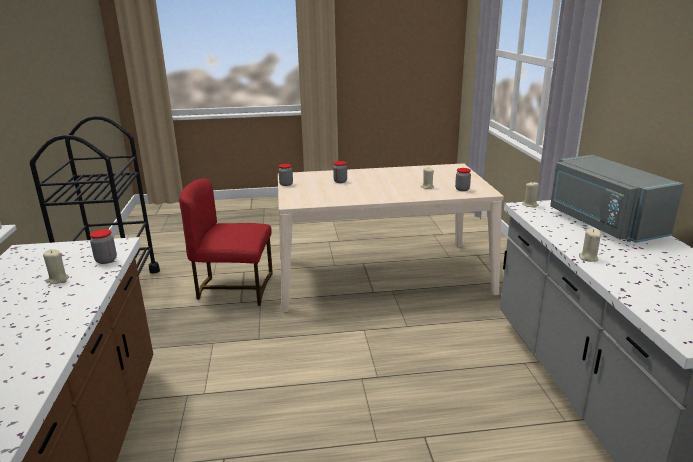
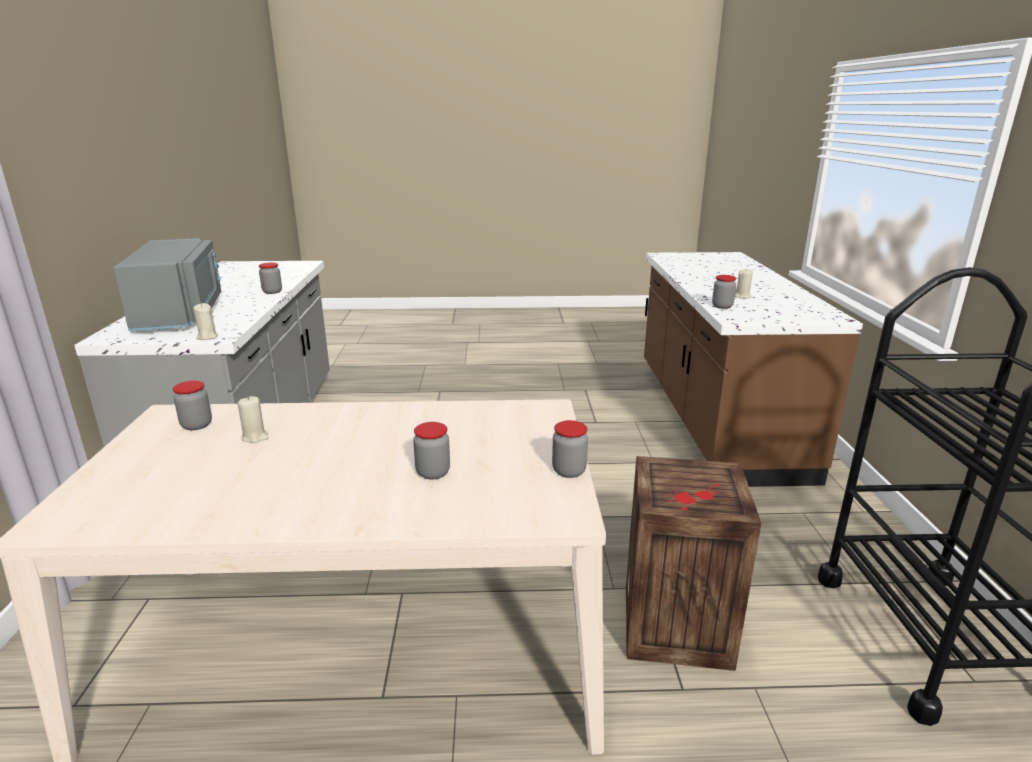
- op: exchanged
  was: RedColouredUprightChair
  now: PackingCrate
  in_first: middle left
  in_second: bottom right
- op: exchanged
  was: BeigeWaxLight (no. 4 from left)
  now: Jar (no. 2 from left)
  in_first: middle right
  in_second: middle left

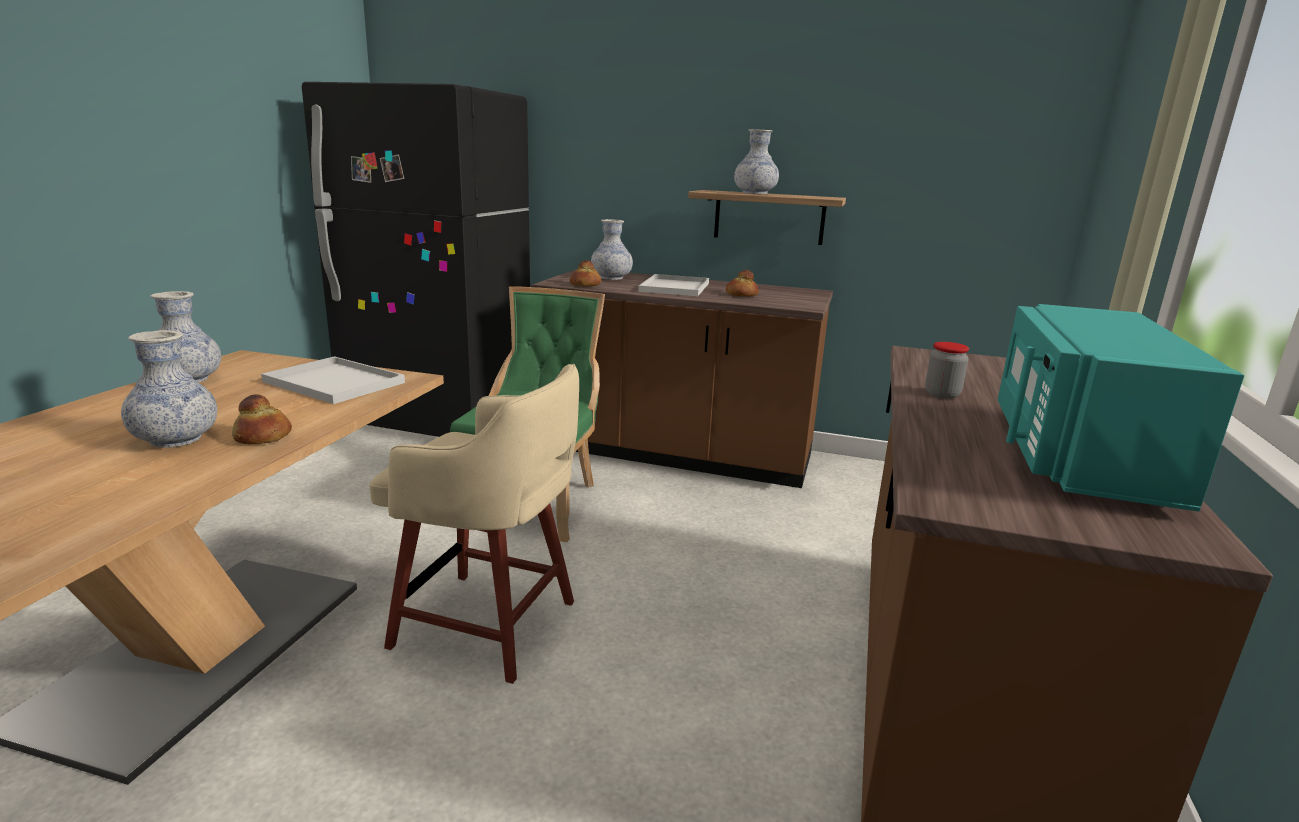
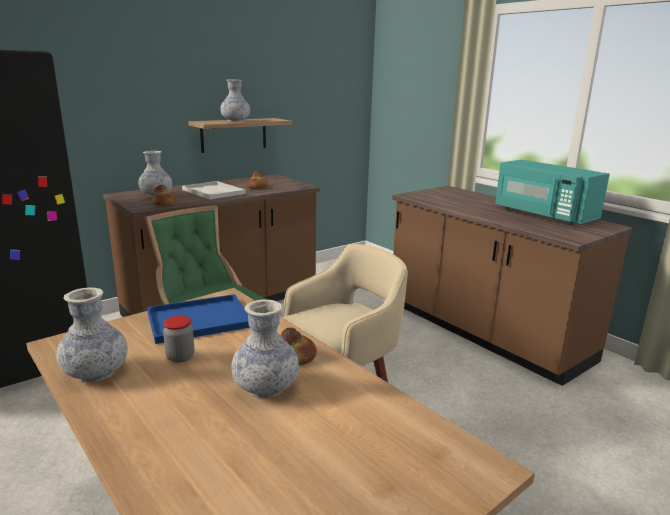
- op: relocated
  was: Jar
  in_first: middle right
  in_second: middle left
- op: colour
  was: WhiteServingTray (no. 1 from left)
  now: BlueServingTray
  in_first: middle left
  in_second: middle left

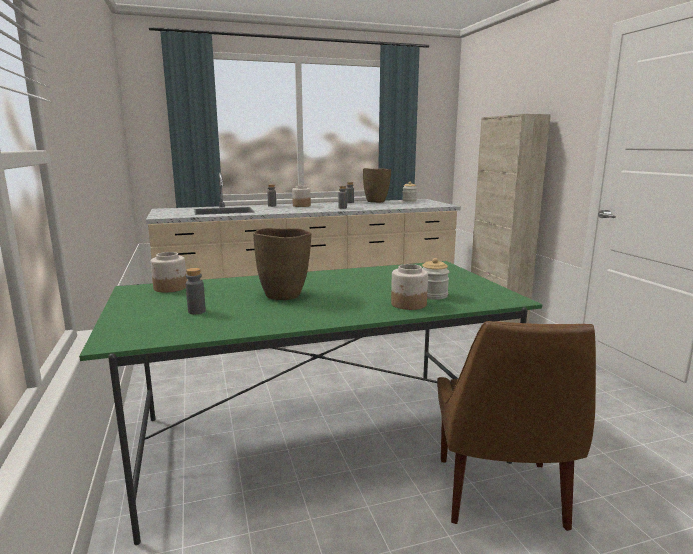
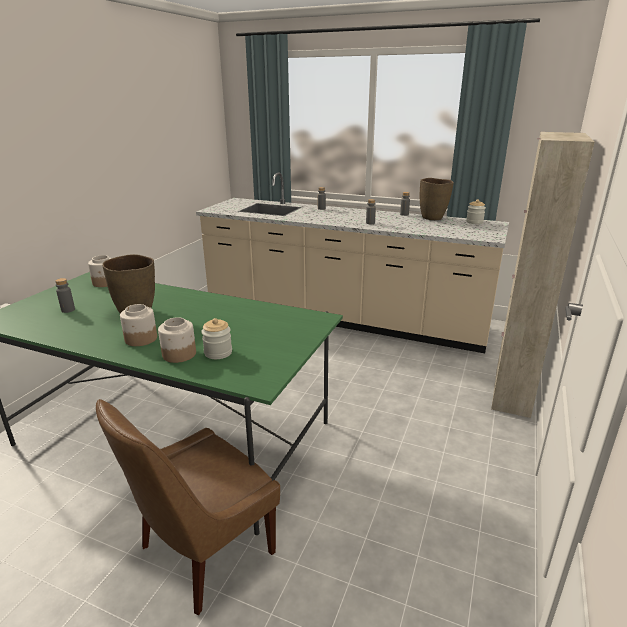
- op: relocated
  was: Jar (no. 2 from left)
  in_first: centre
  in_second: middle left

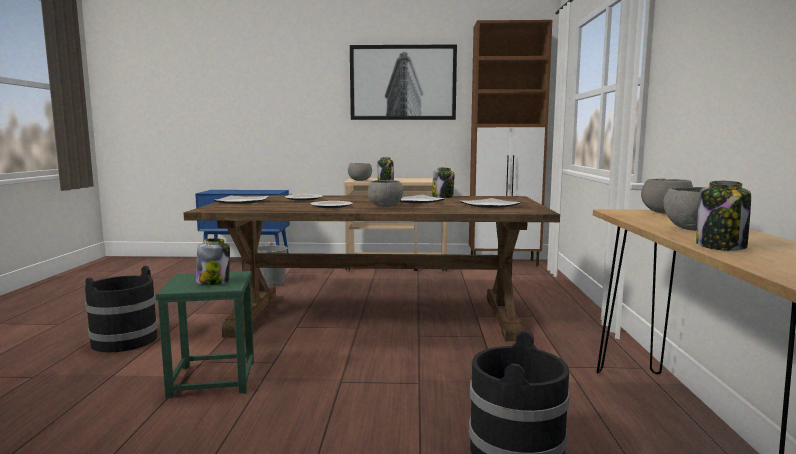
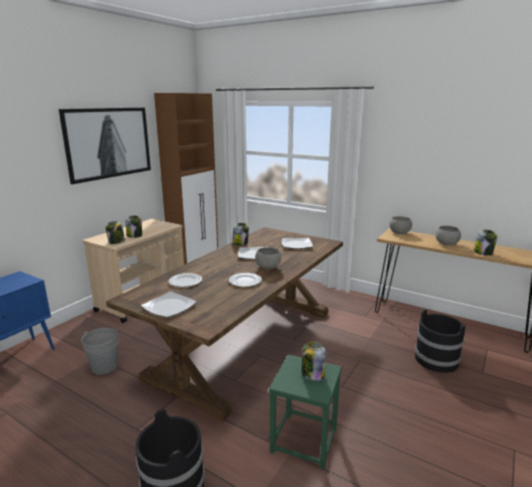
- op: exchanged
  was: GreyishDeepDish (no. 1 from left)
  now: Jar (no. 1 from left)
  in_first: centre
  in_second: middle left

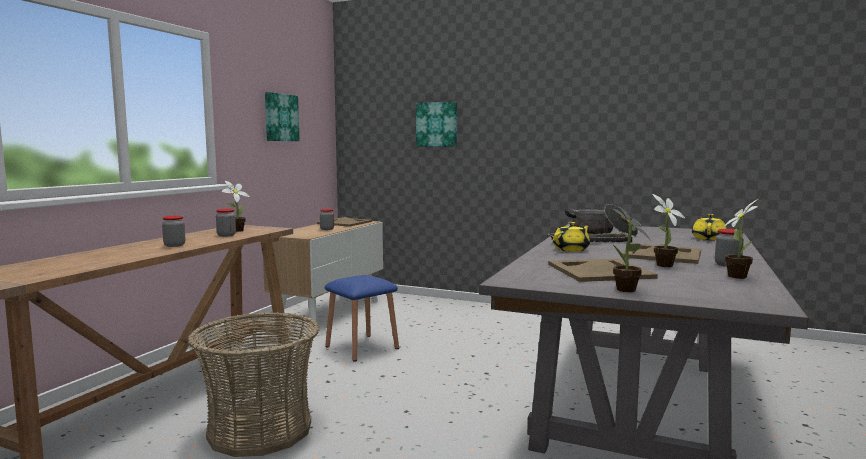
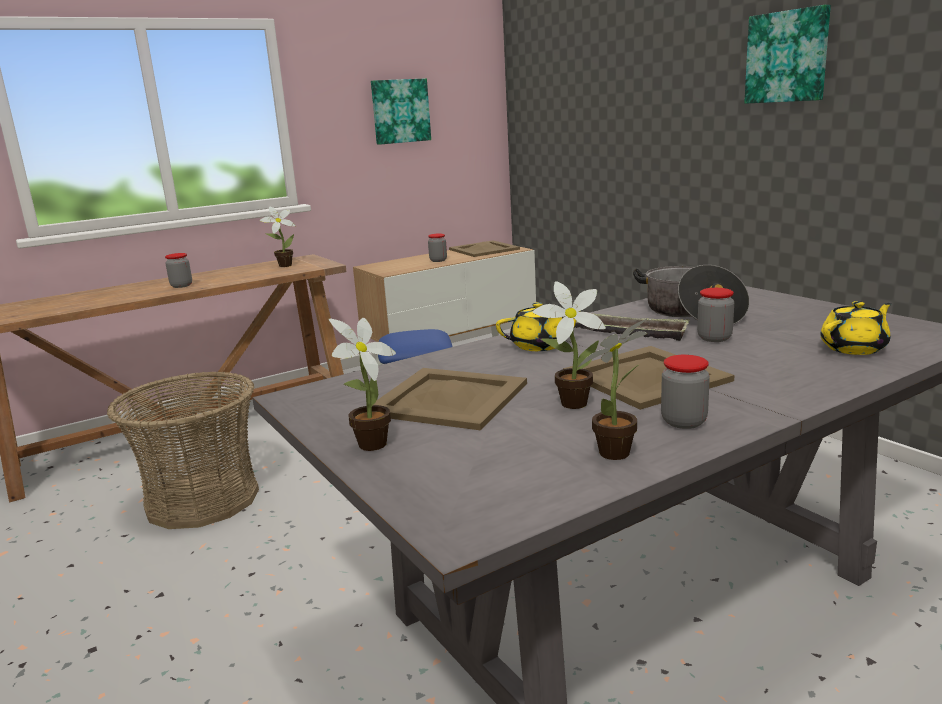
- op: relocated
  was: Jar (no. 2 from left in the first image)
  now: Jar (no. 4 from left)
  in_first: middle left
  in_second: middle right
- op: relocated
  was: Picture (no. 2 from left)
  in_first: top centre
  in_second: top right

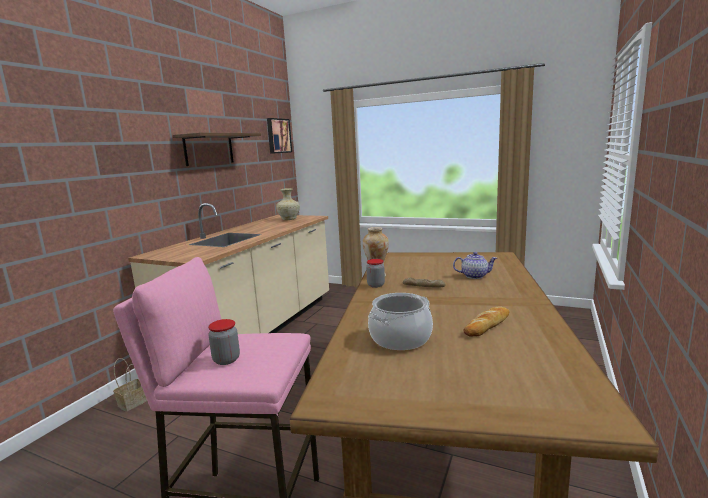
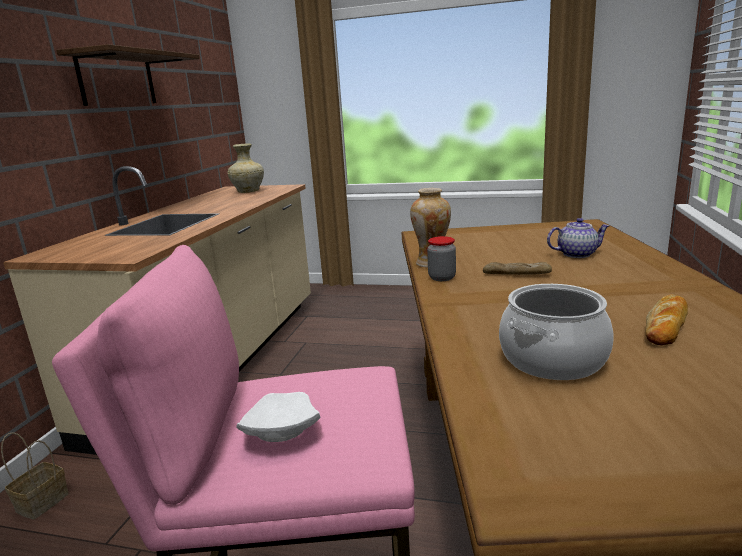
- op: missing
  was: Picture
  in_first: top centre
- op: exchanged
  was: Jar (no. 1 from left)
  now: WhiteFlatDish
  in_first: bottom left
  in_second: bottom centre

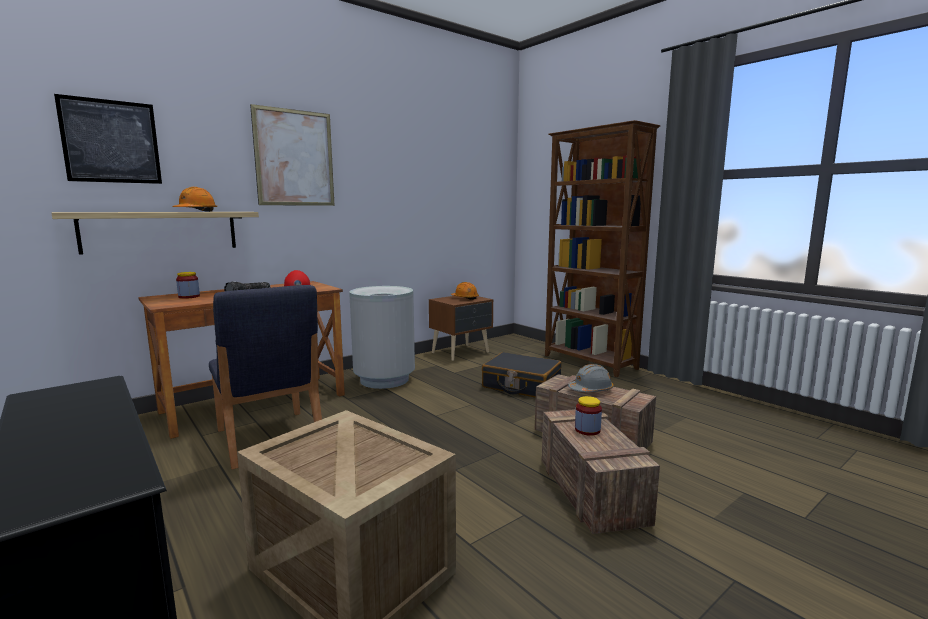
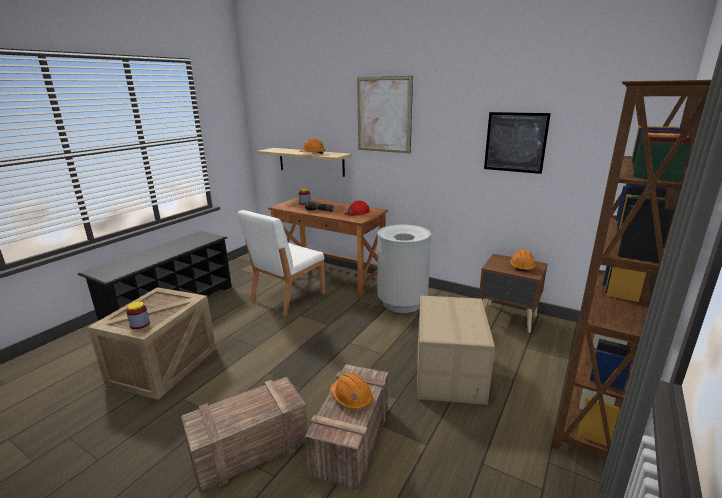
- op: relocated
  was: Picture (no. 1 from left in the first image)
  now: Picture (no. 2 from left)
  in_first: top left
  in_second: top right
- op: relocated
  was: Jar (no. 2 from left in the first image)
  now: Jar (no. 1 from left)
  in_first: bottom centre
  in_second: middle left
- op: exchanged
  was: BlackColouredPieceOfLuggage
  now: CardboardBox
  in_first: centre
  in_second: bottom centre
- op: colour
  was: BlueUprightChair
  now: WhiteUprightChair
  in_first: middle left
  in_second: centre
- op: colour
  was: GreyishWorkHelmet
  now: OrangeyWorkHelmet (no. 2 from left)
  in_first: centre
  in_second: bottom centre

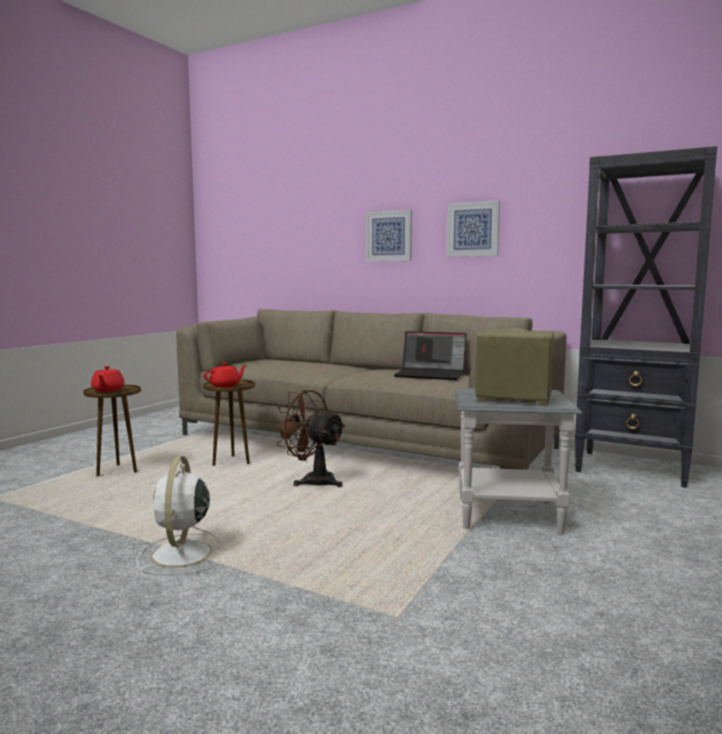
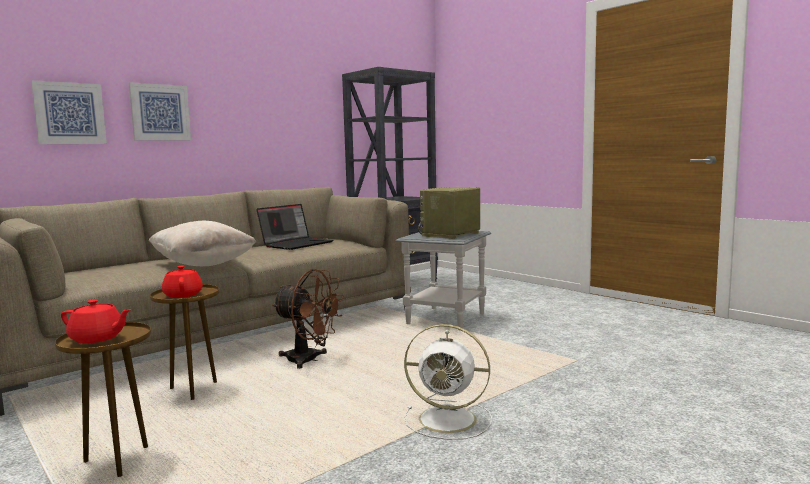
- op: appeared
  now: BeigeThrowPillow
  in_second: middle left
- op: relocated
  was: Picture (no. 2 from left in the first image)
  now: Picture (no. 1 from left)
  in_first: top centre
  in_second: top left
- op: spun
  was: BrownishElectricFan
  in_first: centre
  in_second: centre
  clockwise: -120

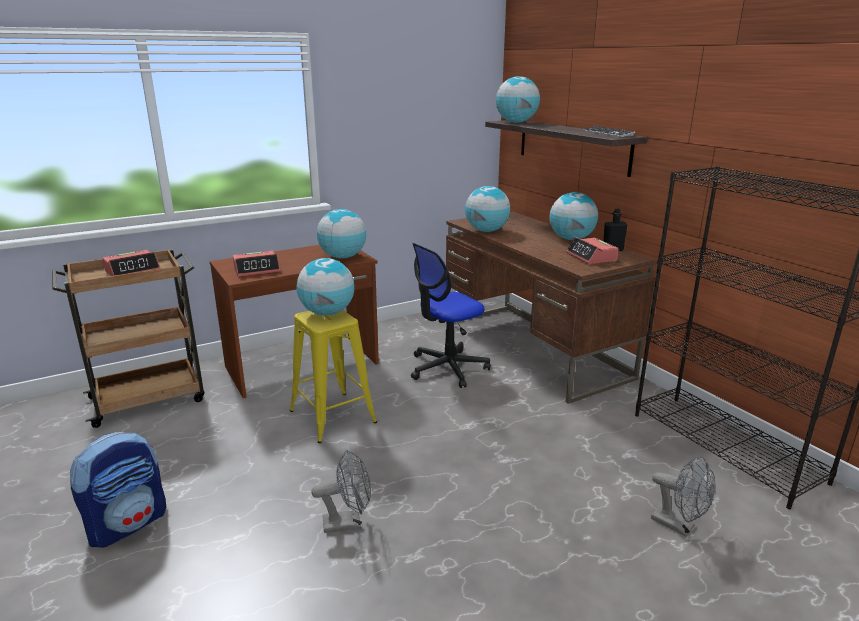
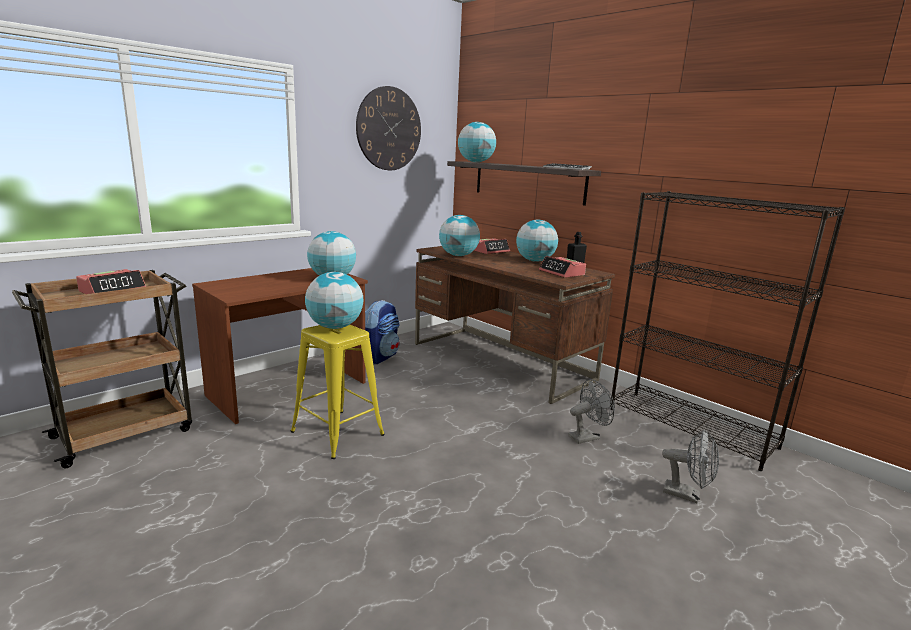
- op: missing
  was: OfficeChair
  in_first: centre
- op: appeared
  now: HangingClock
  in_second: top centre
- op: relocated
  was: Knapsack
  in_first: bottom left
  in_second: centre
- op: relocated
  was: TableClock (no. 2 from left)
  in_first: middle left
  in_second: centre
- op: relocated
  was: GreyishElectricFan (no. 1 from left)
  in_first: bottom centre
  in_second: centre

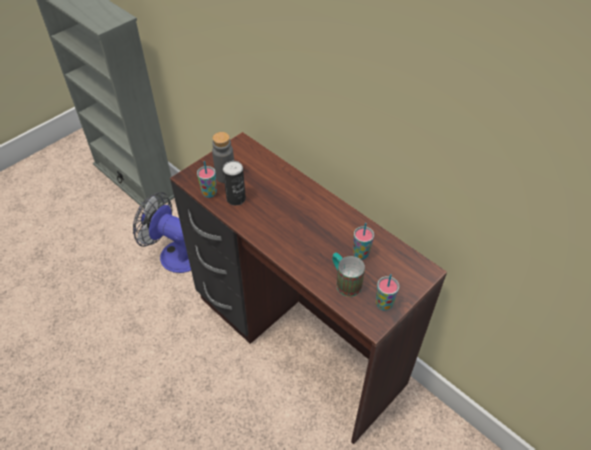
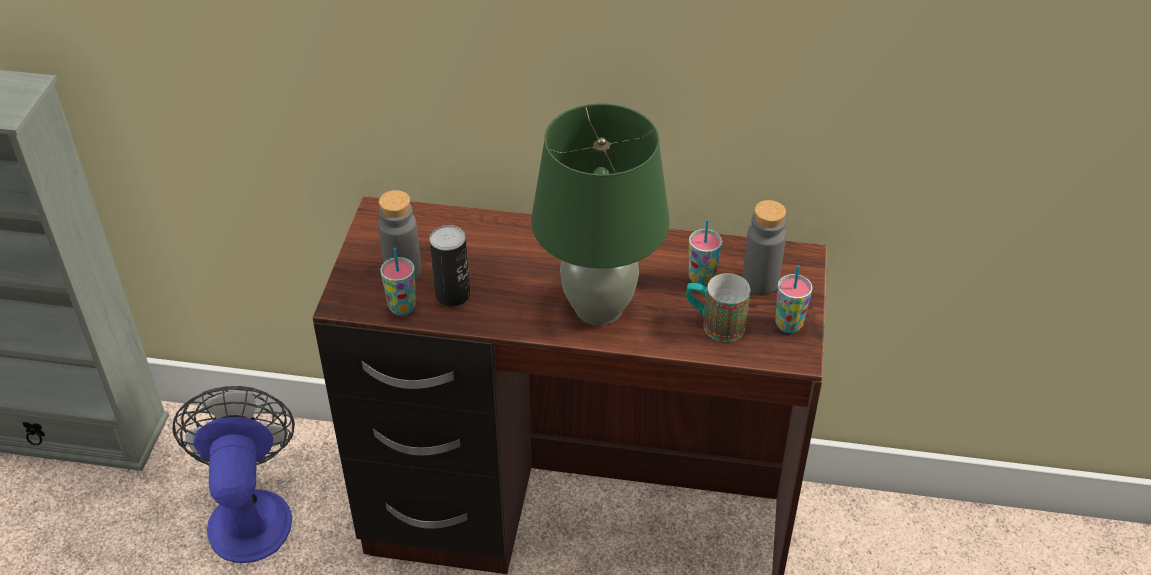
- op: appeared
  now: GreenTableLamp
  in_second: centre
- op: appeared
  now: GreyishBeverageBottle (no. 2 from left)
  in_second: centre
- op: spun
  was: ElectricFan
  in_first: middle left
  in_second: bottom left
  clockwise: 90

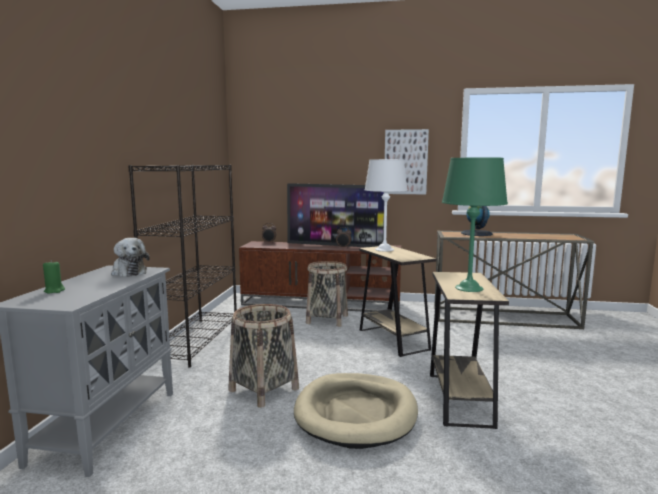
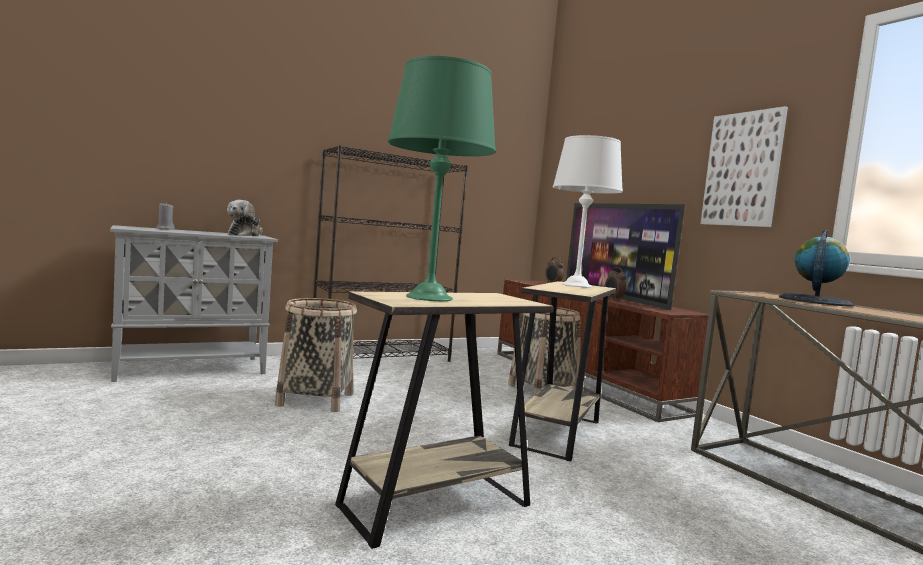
- op: missing
  was: BeigeDogCushion
  in_first: bottom centre
- op: colour
  was: GreenWaxLight
  now: GreyishWaxLight
  in_first: middle left
  in_second: middle left

